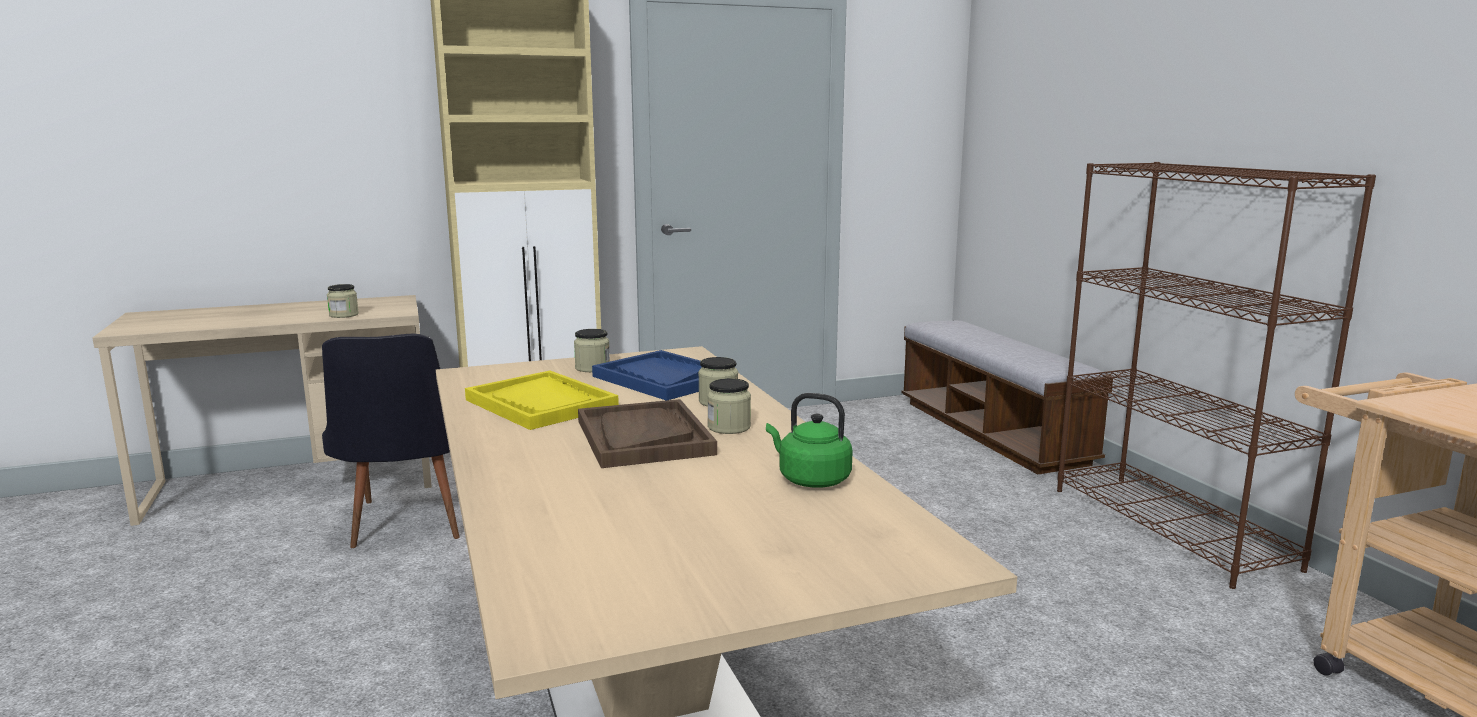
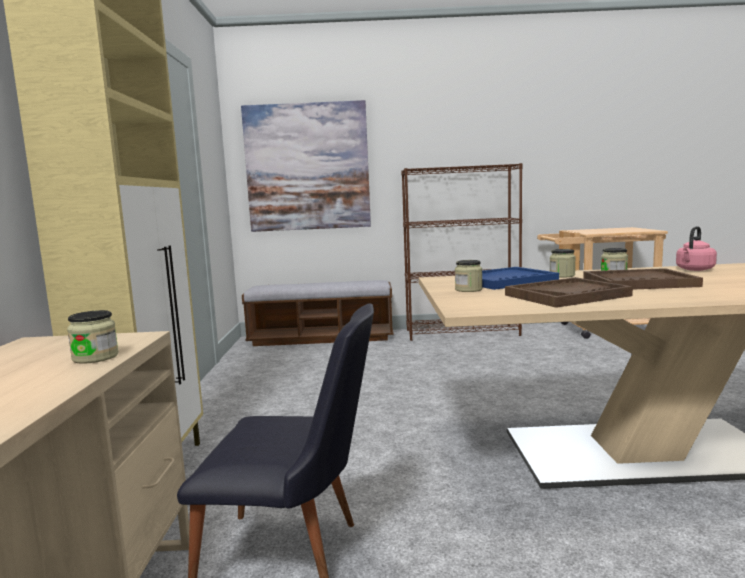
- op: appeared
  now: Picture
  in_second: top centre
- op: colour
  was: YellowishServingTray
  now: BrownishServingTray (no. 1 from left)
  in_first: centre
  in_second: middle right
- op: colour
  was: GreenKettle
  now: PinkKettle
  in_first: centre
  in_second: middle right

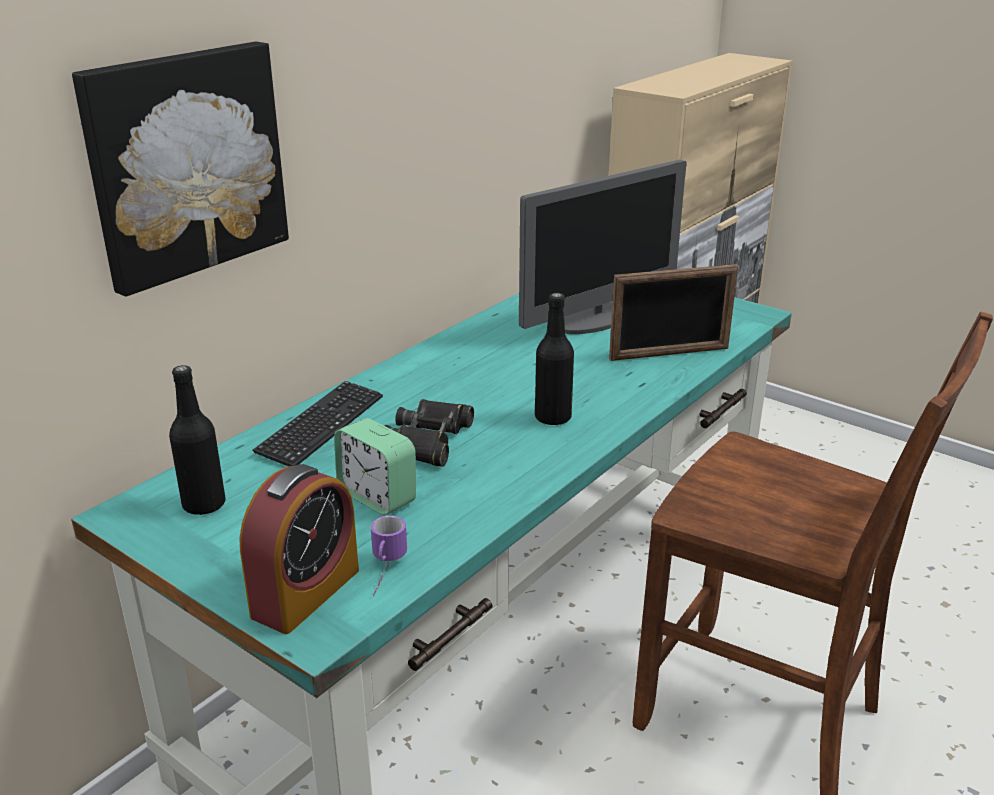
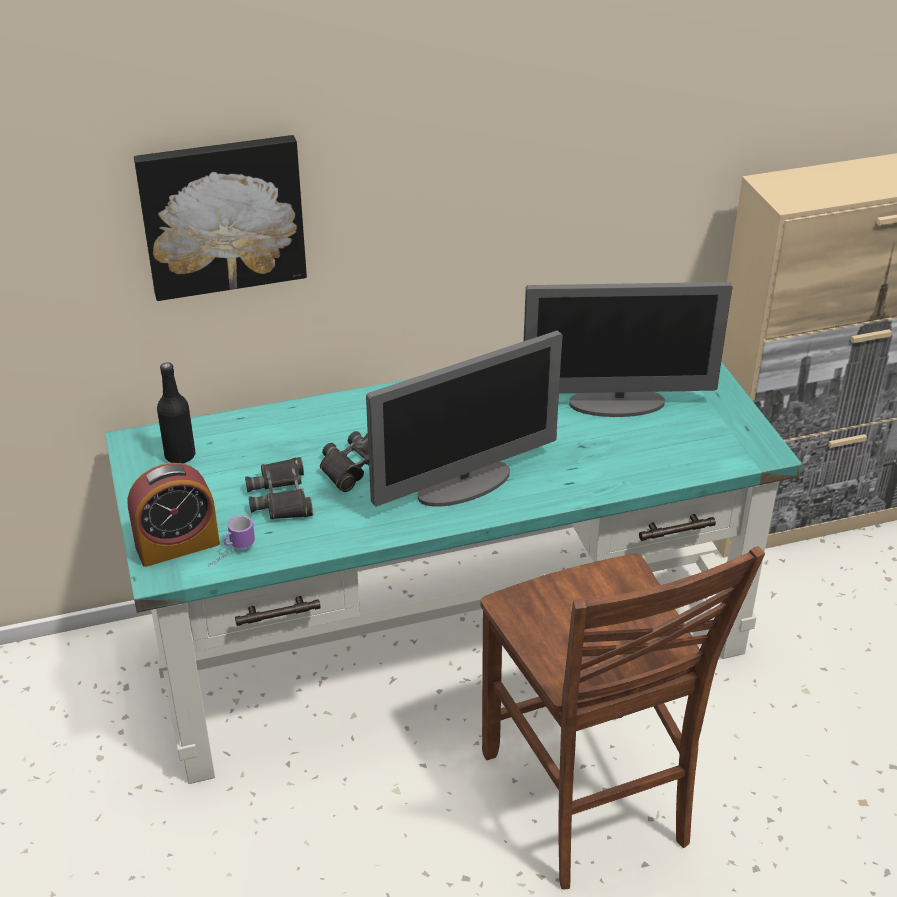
- op: missing
  was: ComputerKeyboard
  in_first: middle left
- op: missing
  was: PhotoFrame
  in_first: middle right
- op: exchanged
  was: TableClock (no. 2 from left)
  now: BlackColouredBinoculars (no. 1 from left)
  in_first: centre
  in_second: middle left
- op: exchanged
  was: BlackColouredBeverageBottle (no. 2 from left)
  now: ComputerDisplay (no. 1 from left)
  in_first: centre
  in_second: centre

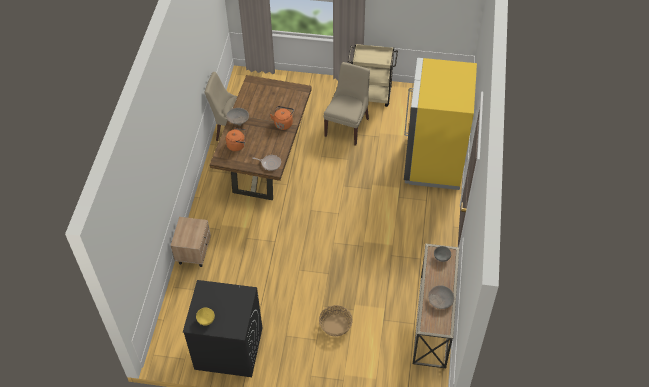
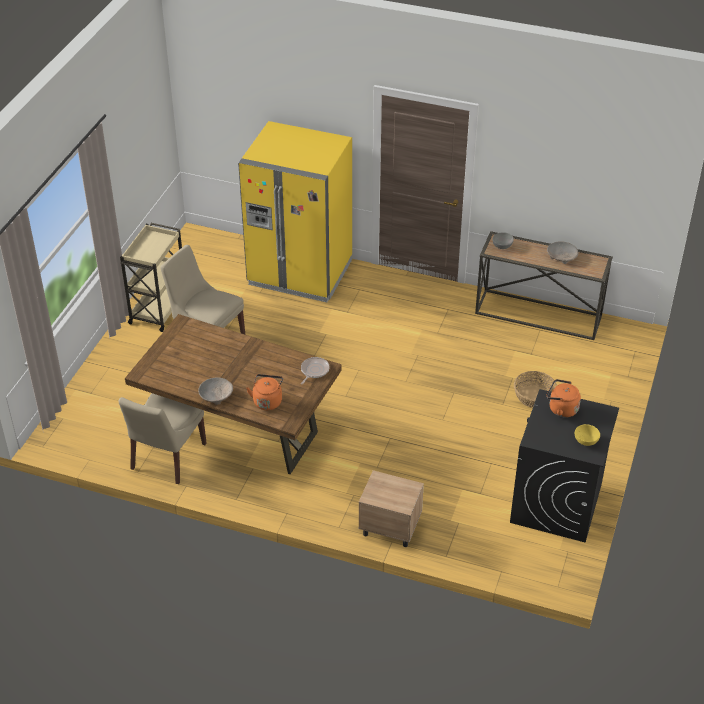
- op: relocated
  was: OrangeyKettle (no. 2 from left)
  in_first: top centre
  in_second: middle right

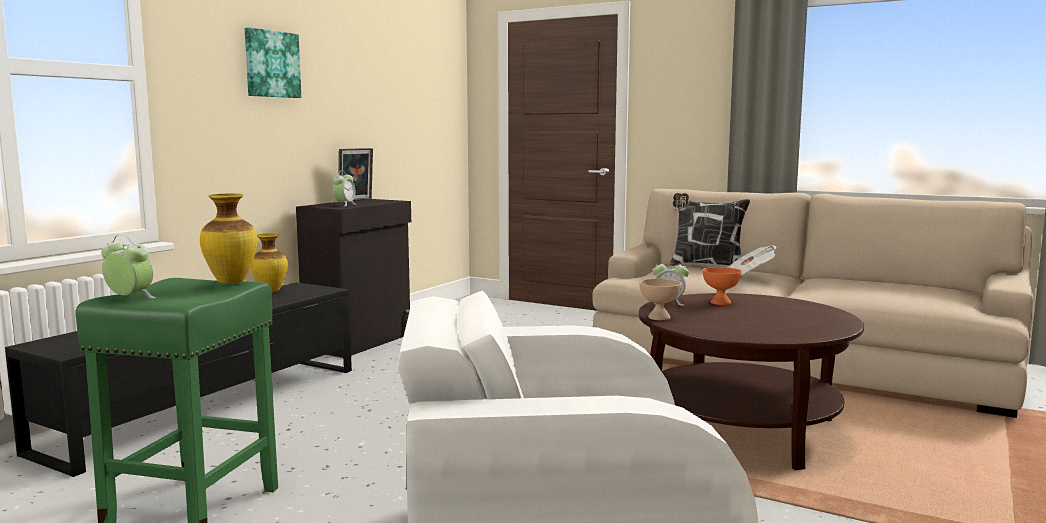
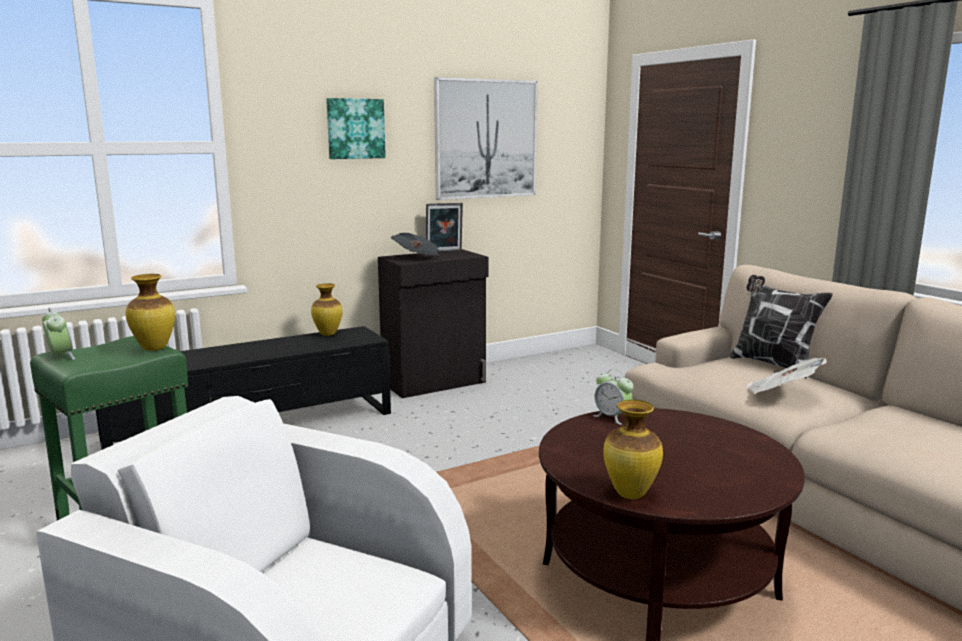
- op: missing
  was: BeigeDeepDish
  in_first: centre
- op: missing
  was: OrangeyDeepDish
  in_first: middle right
- op: appeared
  now: Picture (no. 2 from left)
  in_second: top centre
- op: appeared
  now: FlowerVase (no. 3 from left)
  in_second: bottom centre
- op: exchanged
  was: TableClock (no. 2 from left)
  now: DailyPaper (no. 1 from left)
  in_first: middle left
  in_second: centre

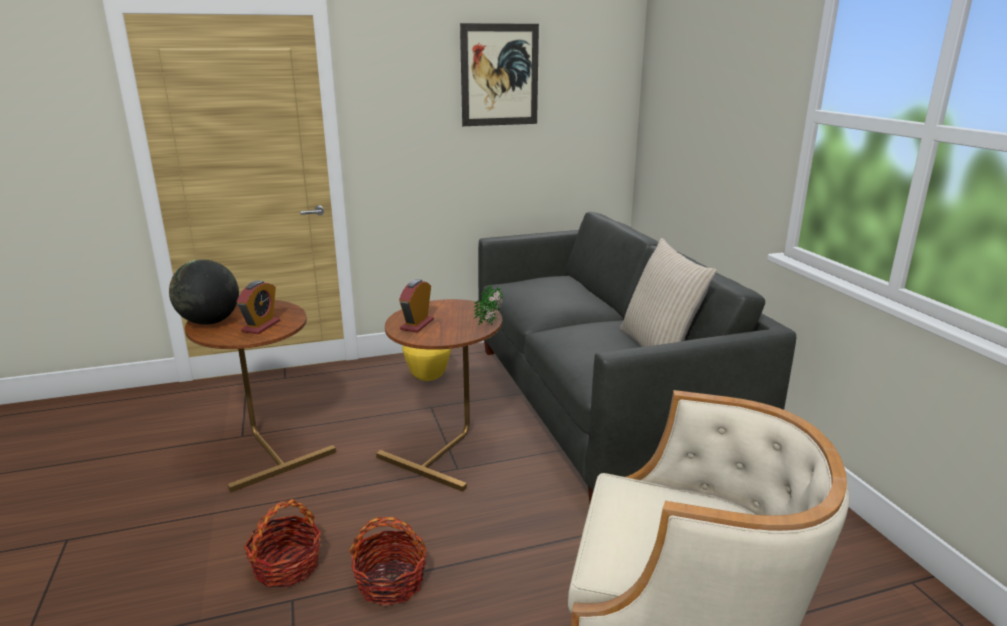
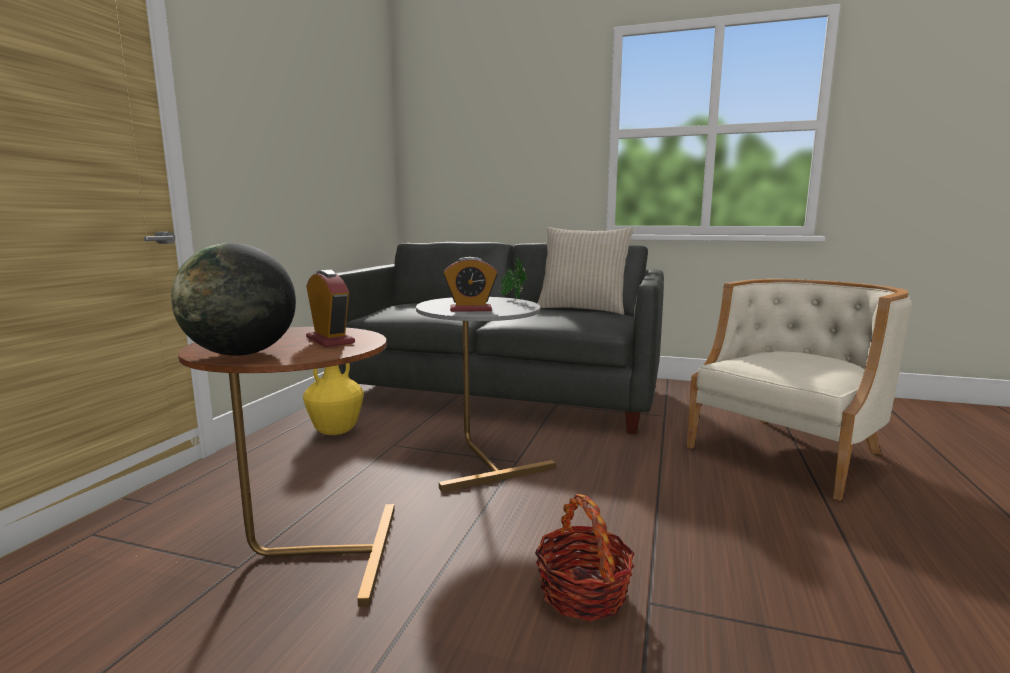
- op: missing
  was: StorageBasket (no. 2 from left)
  in_first: bottom centre
- op: missing
  was: Picture
  in_first: top centre
- op: colour
  was: BrownishEndTable (no. 2 from left)
  now: GreyishEndTable
  in_first: centre
  in_second: centre
- op: spun
  was: TableClock (no. 2 from left)
  in_first: centre
  in_second: centre
  clockwise: -60

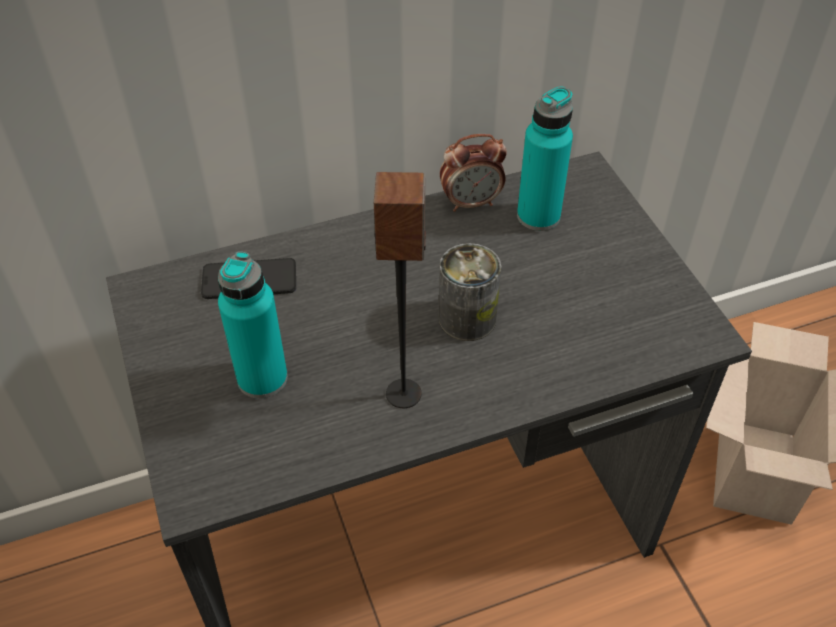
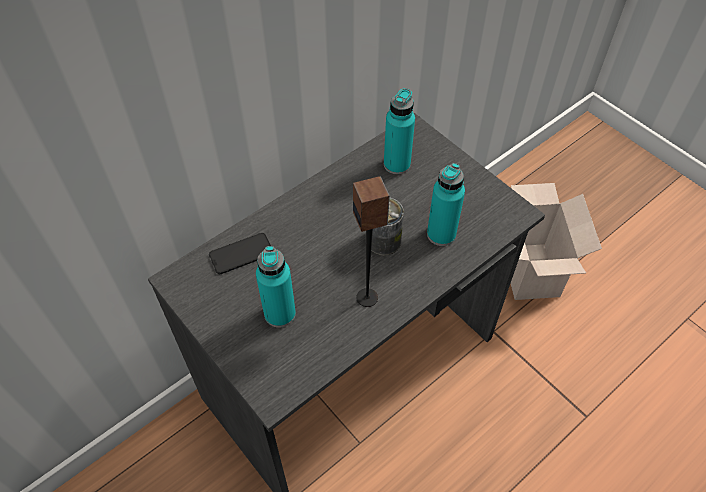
- op: missing
  was: TableClock
  in_first: top centre
- op: appeared
  now: TurquoiseColouredBeverageBottle (no. 3 from left)
  in_second: centre

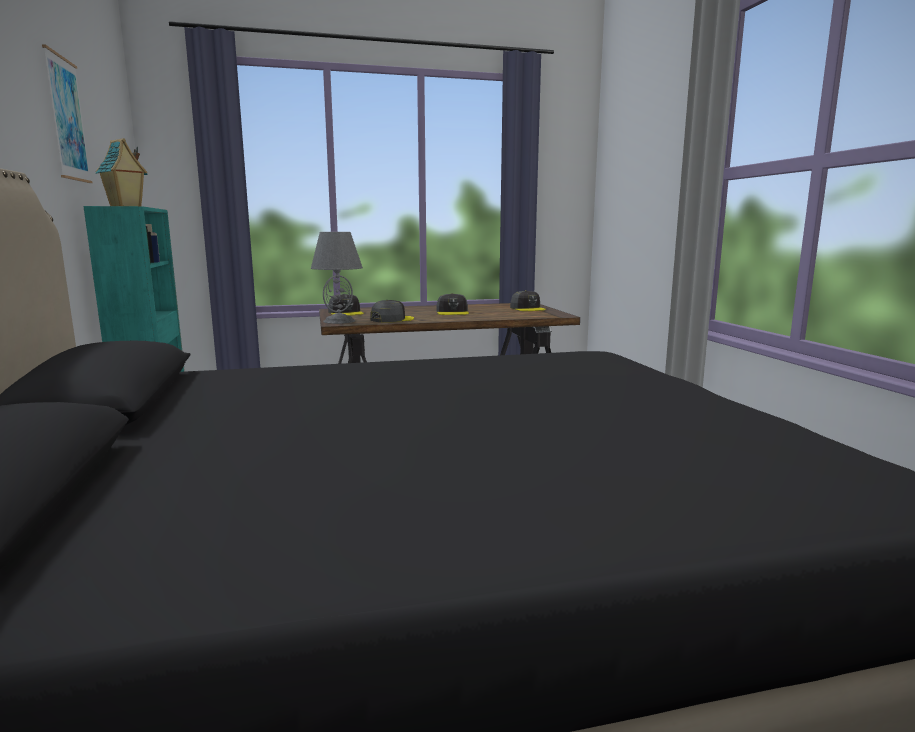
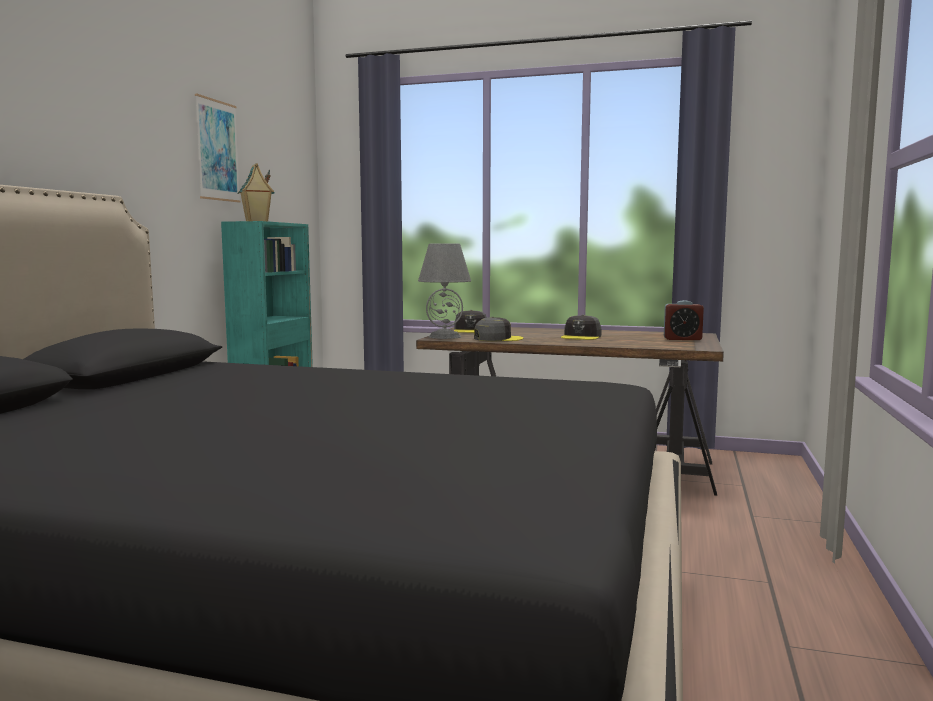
- op: exchanged
  was: GreyishCap (no. 4 from left)
  now: TableClock
  in_first: centre
  in_second: middle right

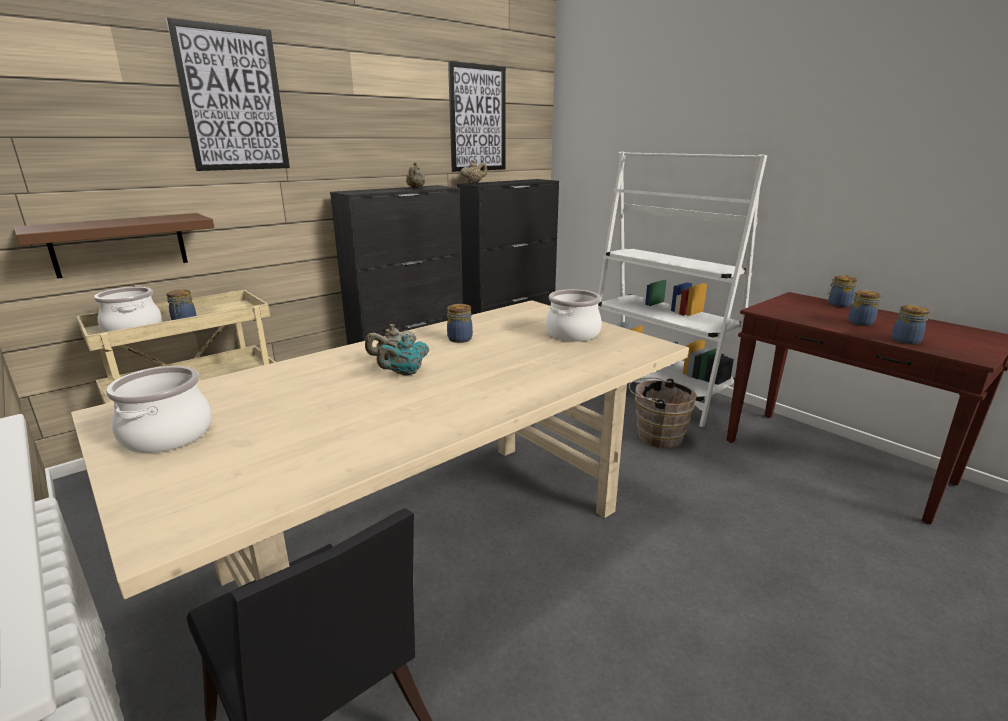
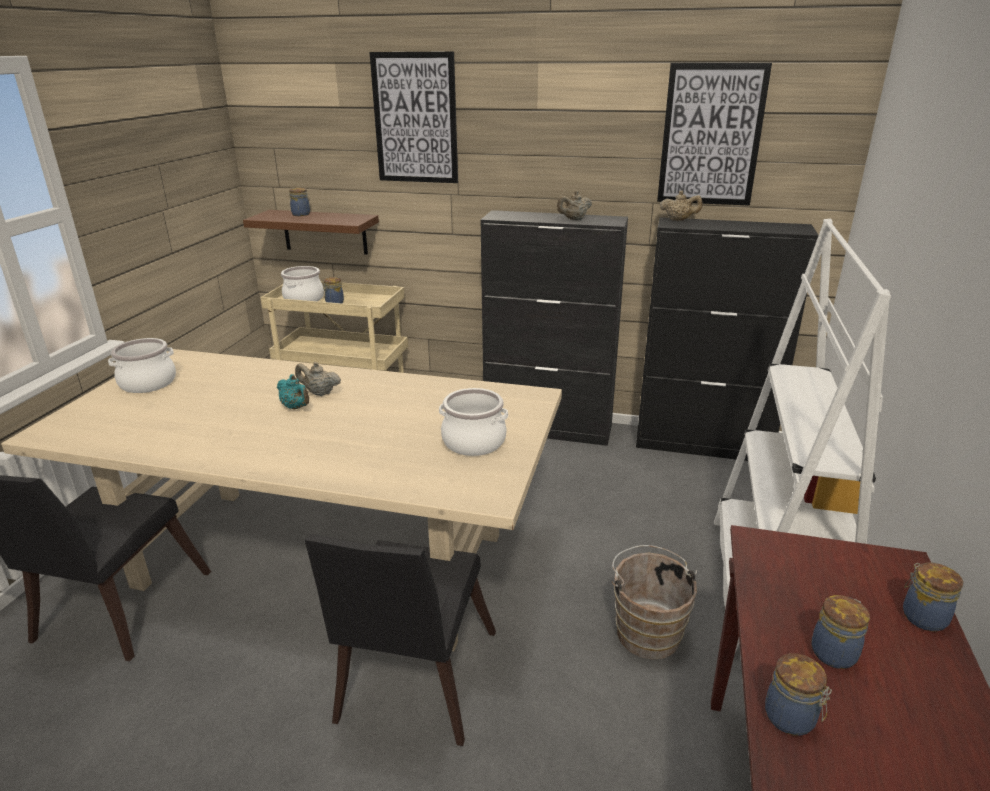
- op: appeared
  now: BlackColouredUprightChair (no. 2 from left)
  in_second: bottom centre
- op: relocated
  was: Jar (no. 2 from left in the first image)
  now: Jar (no. 1 from left)
  in_first: centre
  in_second: top left
- op: spun
  was: TurquoiseColouredTeaPot
  in_first: centre
  in_second: middle left
  clockwise: -150

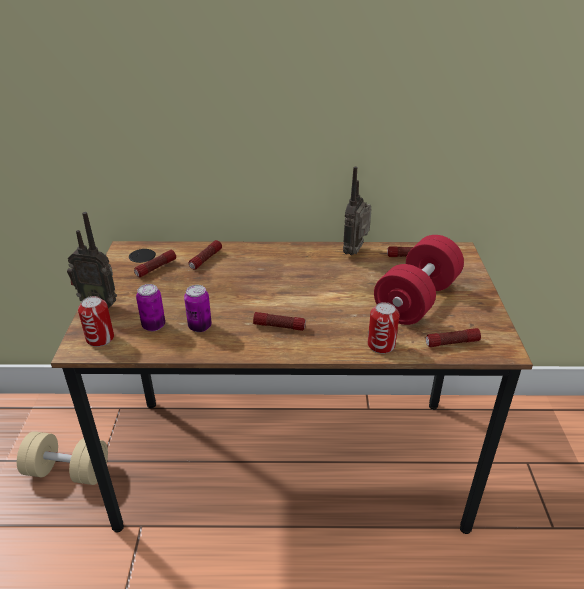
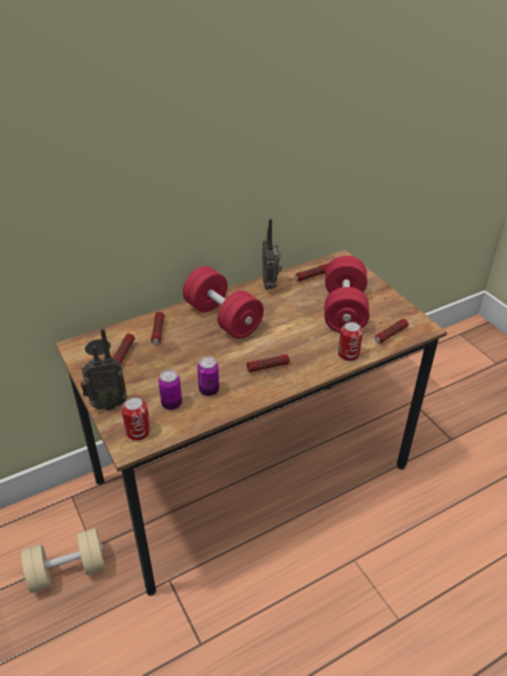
- op: appeared
  now: RedColouredFreeWeight (no. 1 from left)
  in_second: centre

